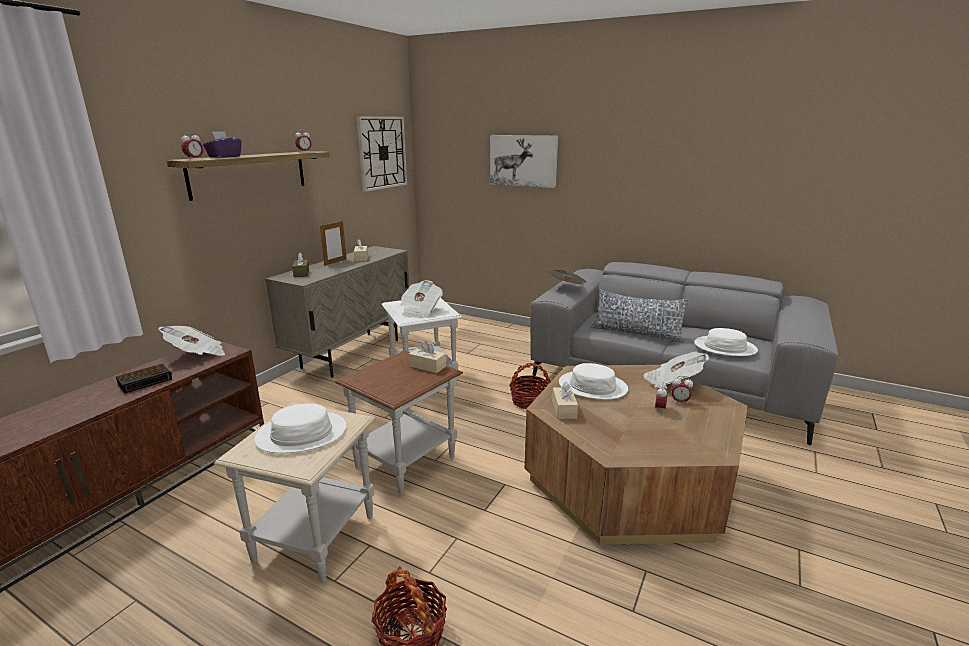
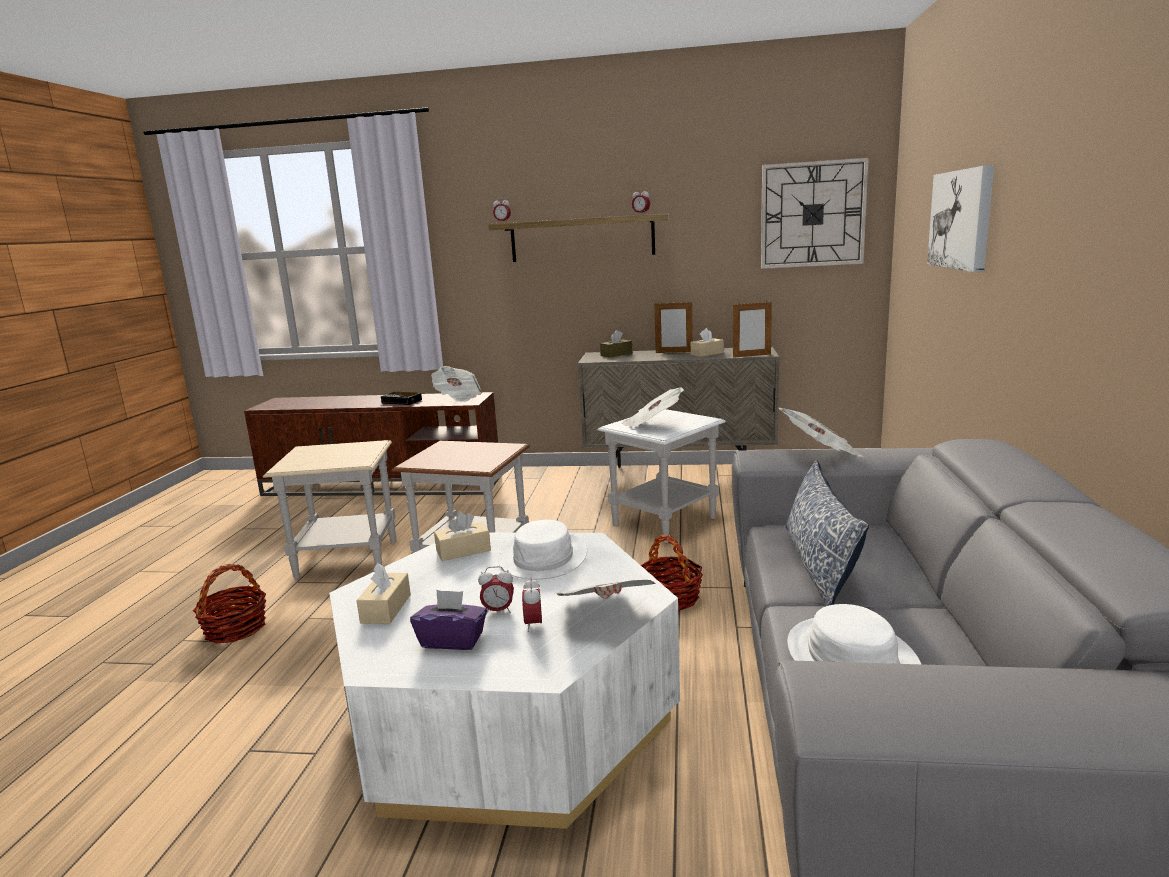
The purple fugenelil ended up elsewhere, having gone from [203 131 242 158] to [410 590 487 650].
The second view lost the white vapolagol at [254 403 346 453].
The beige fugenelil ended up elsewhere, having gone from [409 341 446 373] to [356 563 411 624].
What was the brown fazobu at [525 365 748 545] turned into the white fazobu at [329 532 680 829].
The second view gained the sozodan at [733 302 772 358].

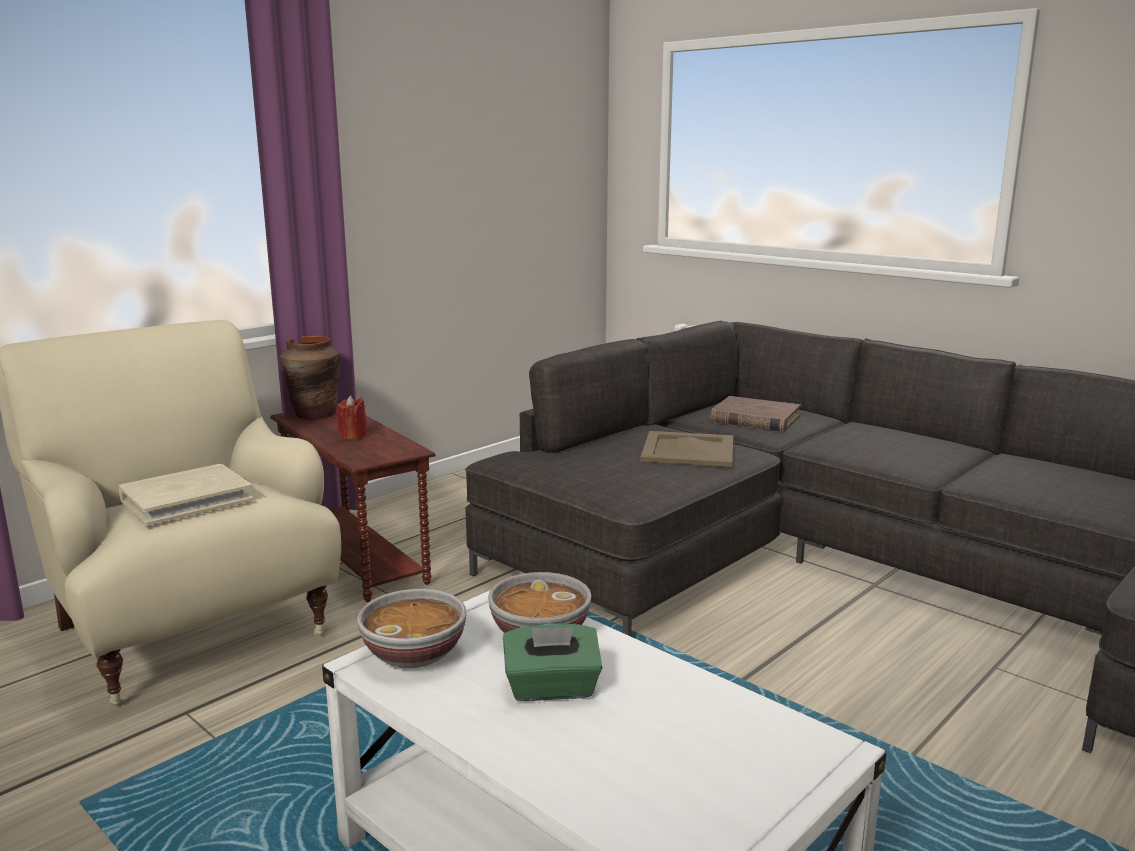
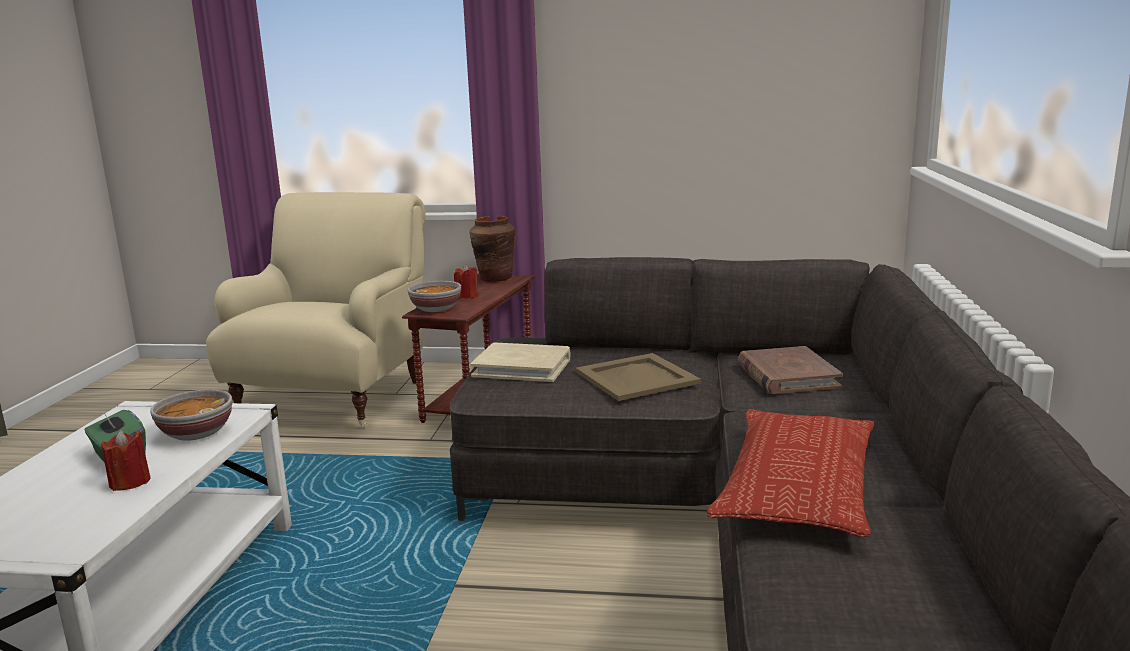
The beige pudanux ended up elsewhere, having gone from [119 464 253 526] to [470 342 571 382].
The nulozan ended up elsewhere, having gone from [357 589 466 668] to [407 281 461 312].
The second view gained the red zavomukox at [101 430 151 491].
The second view gained the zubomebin at [707 409 875 537].

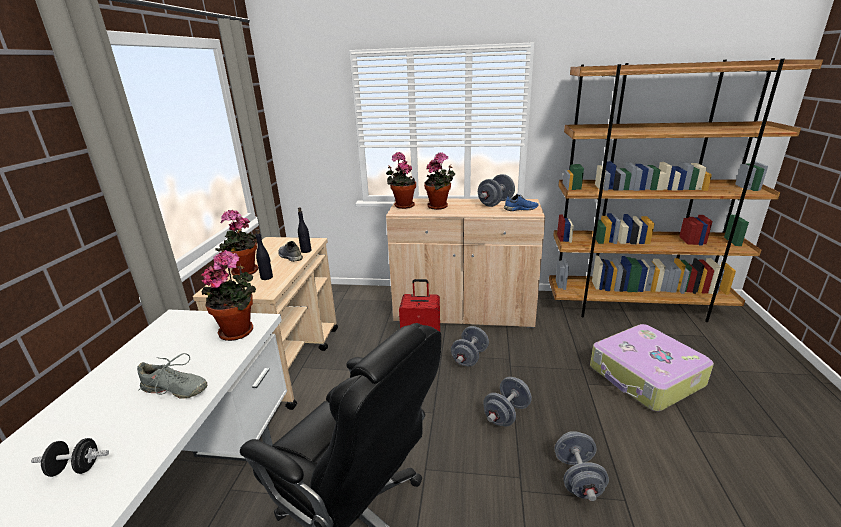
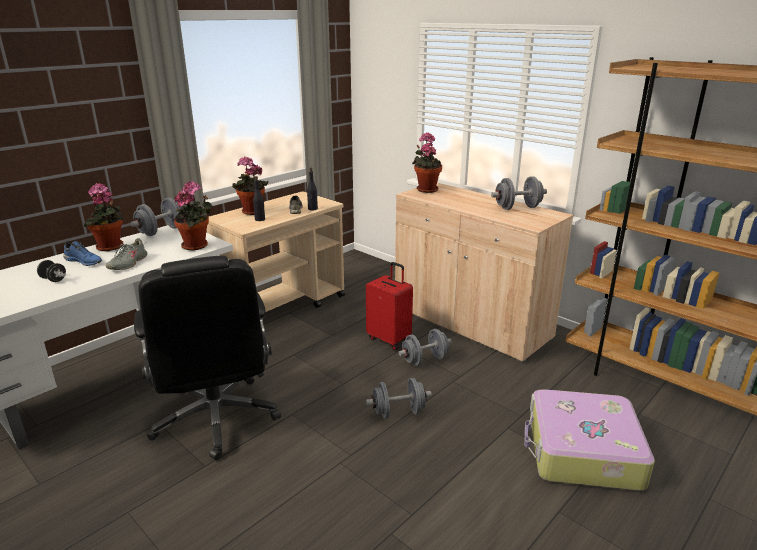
The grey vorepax at [137 353 207 399] ended up facing another way, 60 degrees clockwise from before.
The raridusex ended up elsewhere, having gone from [424 152 455 210] to [84 183 124 251].
The blue vorepax ended up elsewhere, having gone from [504 194 539 211] to [63 241 102 266].
The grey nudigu ended up elsewhere, having gone from [555 431 609 501] to [131 198 181 236].

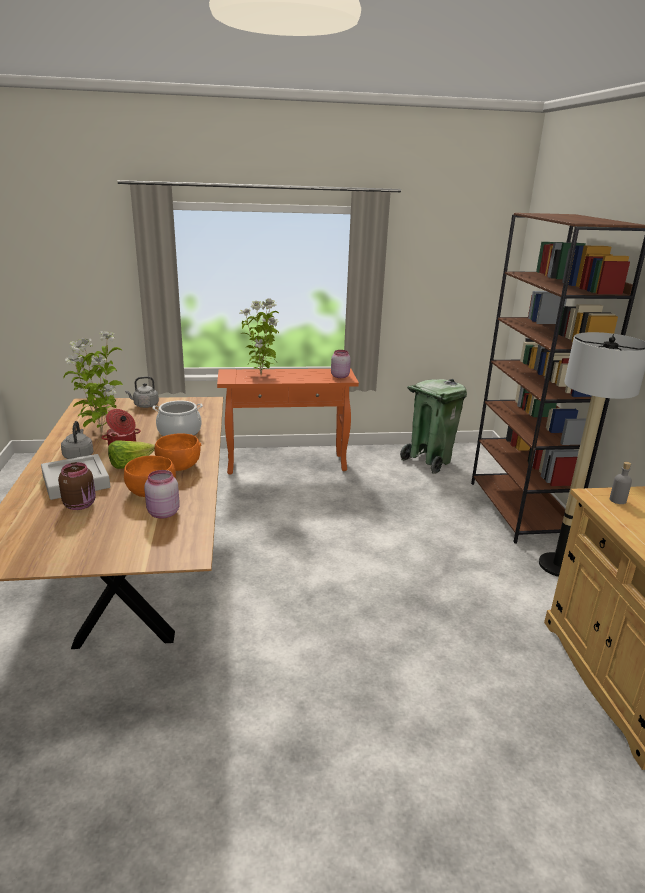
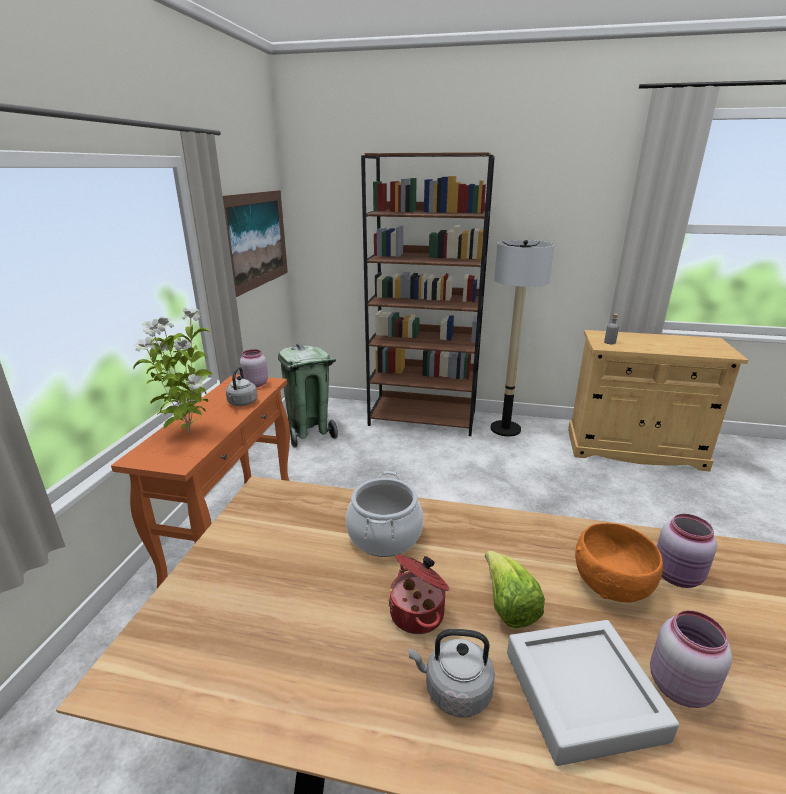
What was the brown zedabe at [58 462 96 510] turned into the pink zedabe at [650 610 732 708].
The second view lost the raridusex at [63 331 123 433].
The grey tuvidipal ended up elsewhere, having gone from [125 376 159 408] to [226 367 257 406].
The second view lost the orange nulozan at [154 433 201 471].
The second view gained the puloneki at [223 190 288 297].

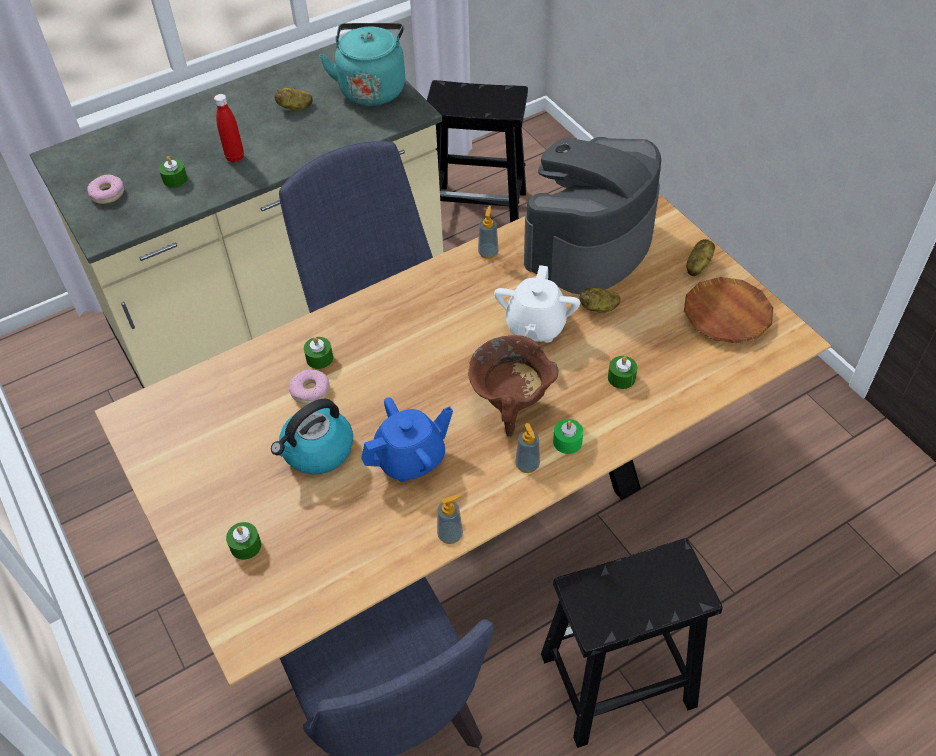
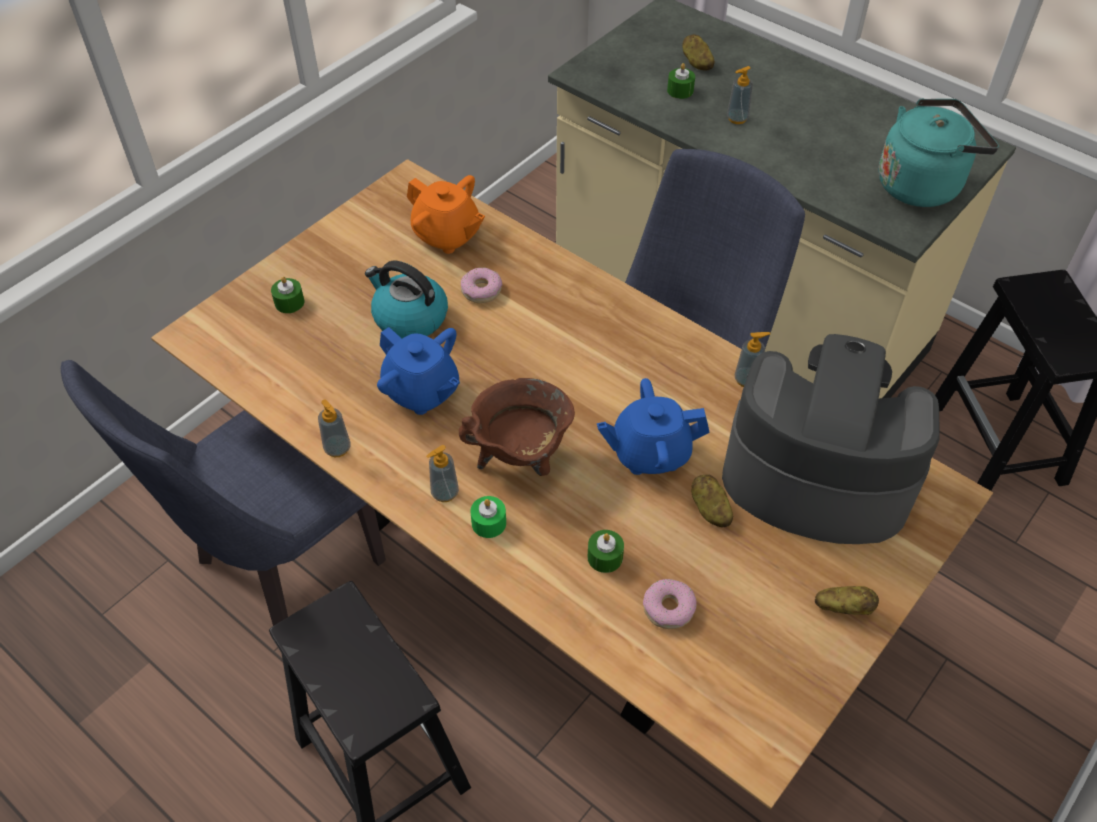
The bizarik ended up elsewhere, having gone from [87 175 124 204] to [643 579 697 629].
Where the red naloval stood at [214 94 244 163], the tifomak came to stand at [727 66 753 124].
The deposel ended up elsewhere, having gone from [274 88 313 111] to [682 34 715 71].
The second view lost the green zavomukox at [304 337 333 369].
What was the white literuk at [494 265 580 343] turned into the blue literuk at [597 378 710 475].
The second view lost the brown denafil at [684 277 773 344].
The second view gained the orange literuk at [407 175 485 254].

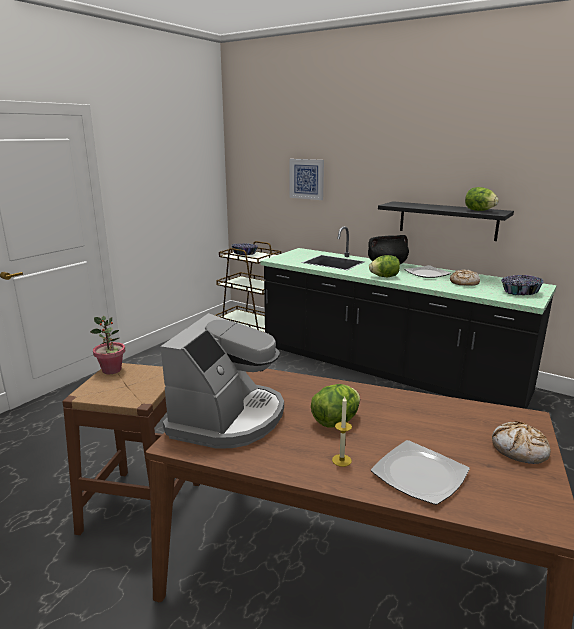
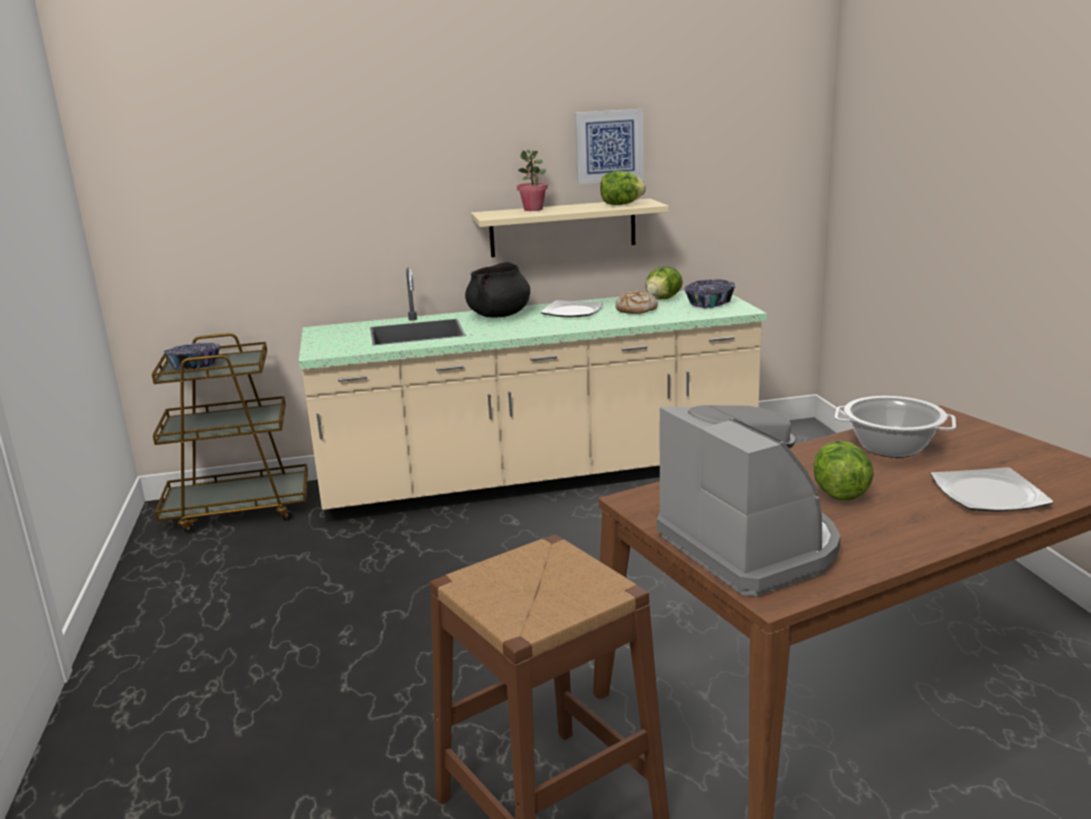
The raridusex ended up elsewhere, having gone from [90 316 125 374] to [517 149 548 211].
What was the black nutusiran at [260 226 557 409] turned into the beige nutusiran at [299 267 767 522].
The puloneki ended up elsewhere, having gone from [290 159 324 200] to [575 109 644 184].
The second view lost the zavomukox at [332 397 352 467].
The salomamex ended up elsewhere, having gone from [369 255 400 277] to [645 266 683 300].
What was the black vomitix at [378 201 514 241] turned into the beige vomitix at [471 199 669 257].
The second view lost the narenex at [492 421 551 464].
The second view gained the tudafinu at [834 396 956 458].

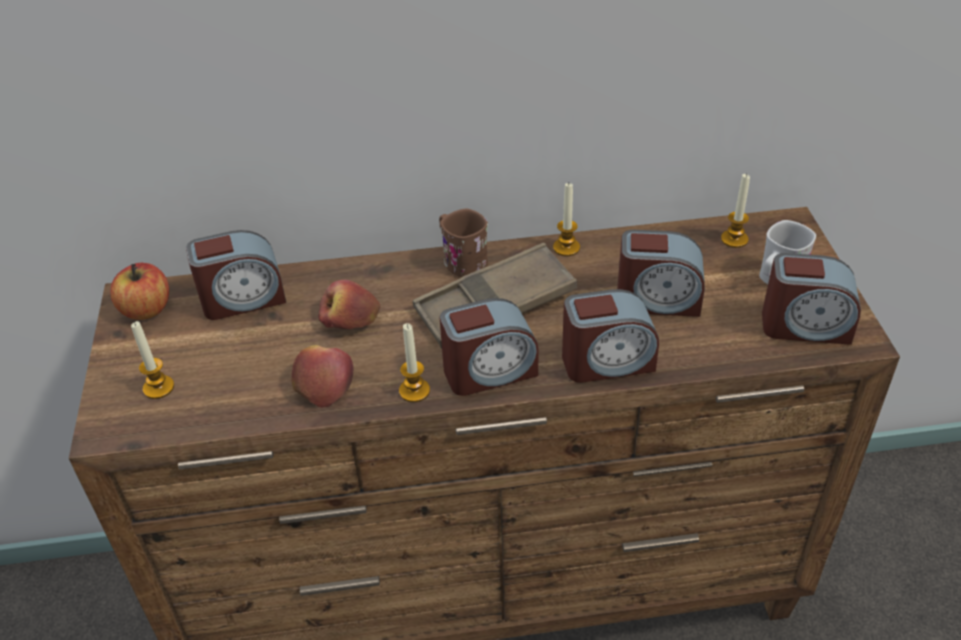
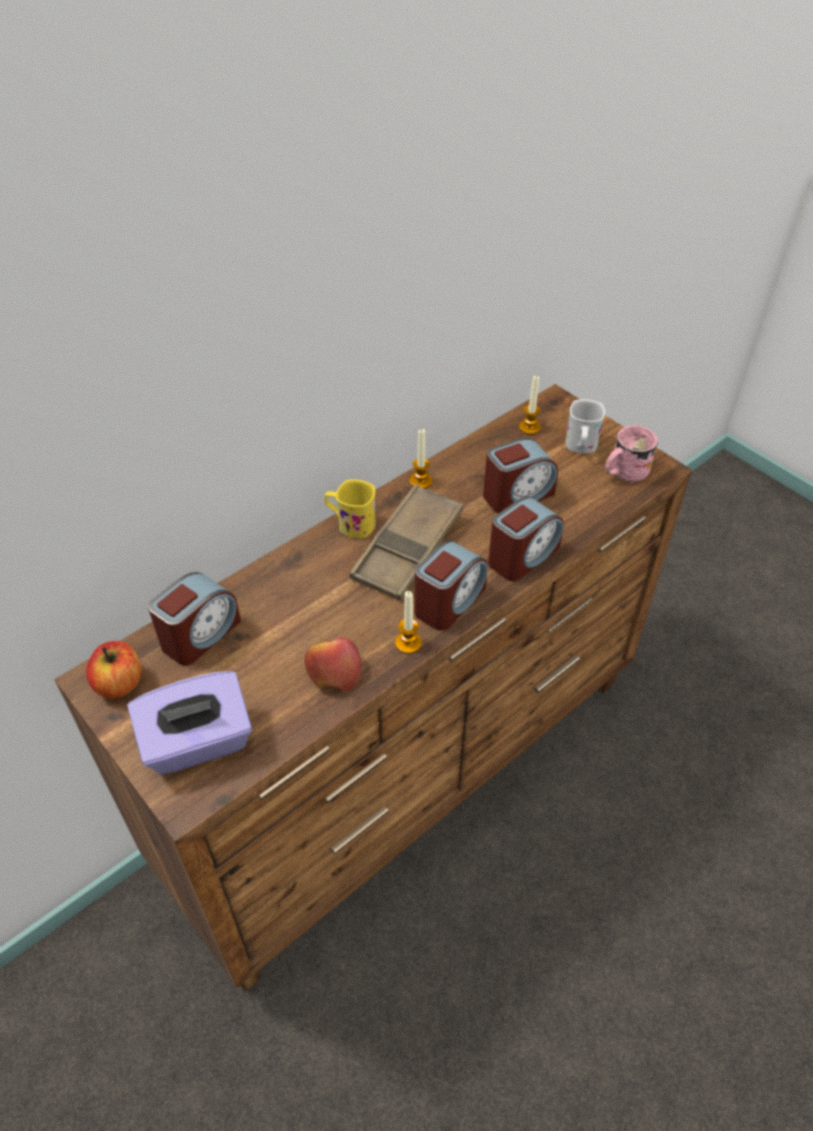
Where the zavomukox stood at [131 321 174 399], the purple fugenelil came to stand at [127 671 252 775].
The second view lost the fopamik at [318 280 380 329].
What was the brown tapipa at [439 209 488 277] turned into the yellow tapipa at [324 479 376 538].
Where the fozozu stood at [762 253 861 345], the pink tapipa came to stand at [605 425 658 484].

